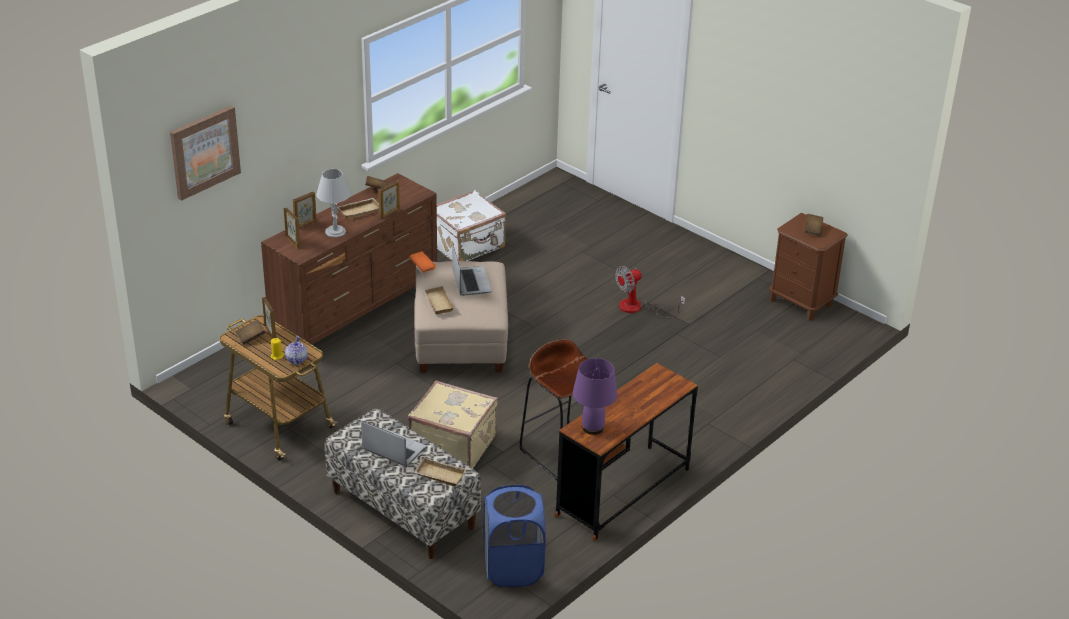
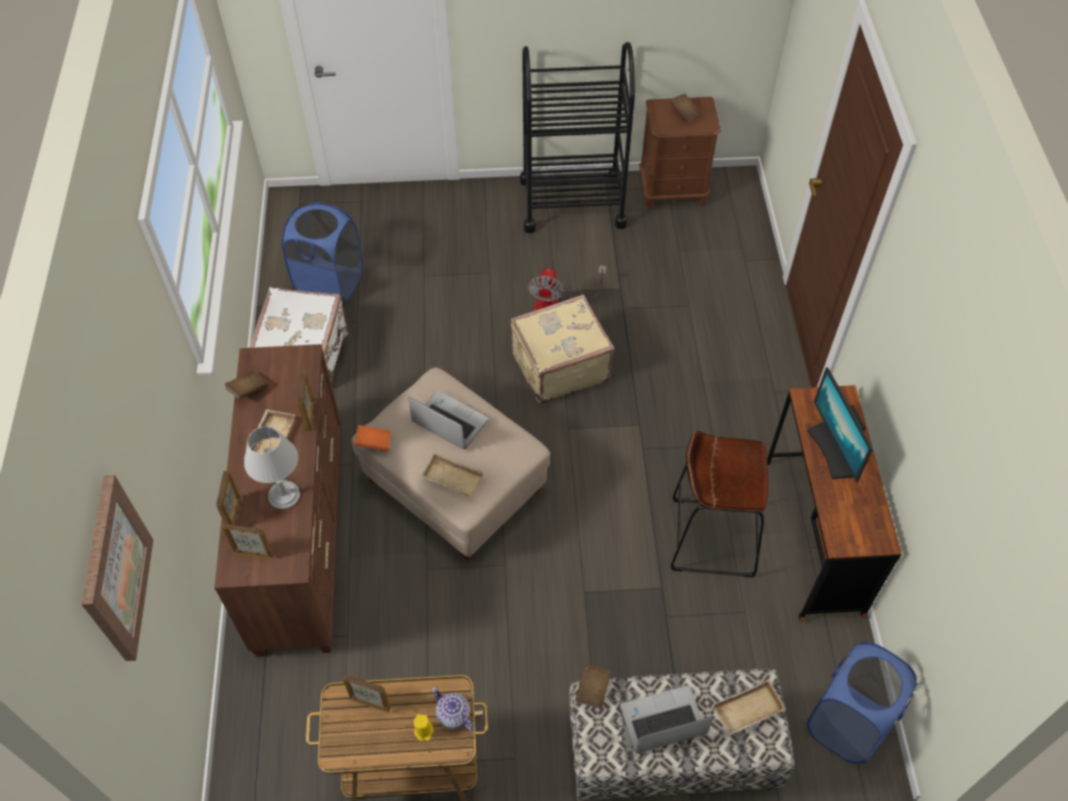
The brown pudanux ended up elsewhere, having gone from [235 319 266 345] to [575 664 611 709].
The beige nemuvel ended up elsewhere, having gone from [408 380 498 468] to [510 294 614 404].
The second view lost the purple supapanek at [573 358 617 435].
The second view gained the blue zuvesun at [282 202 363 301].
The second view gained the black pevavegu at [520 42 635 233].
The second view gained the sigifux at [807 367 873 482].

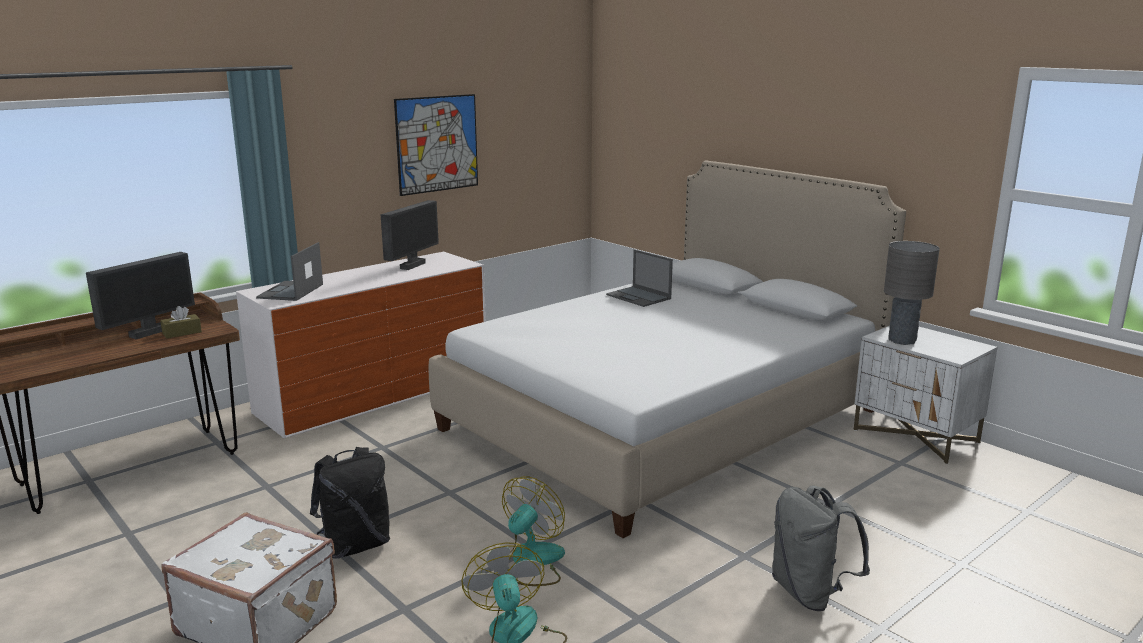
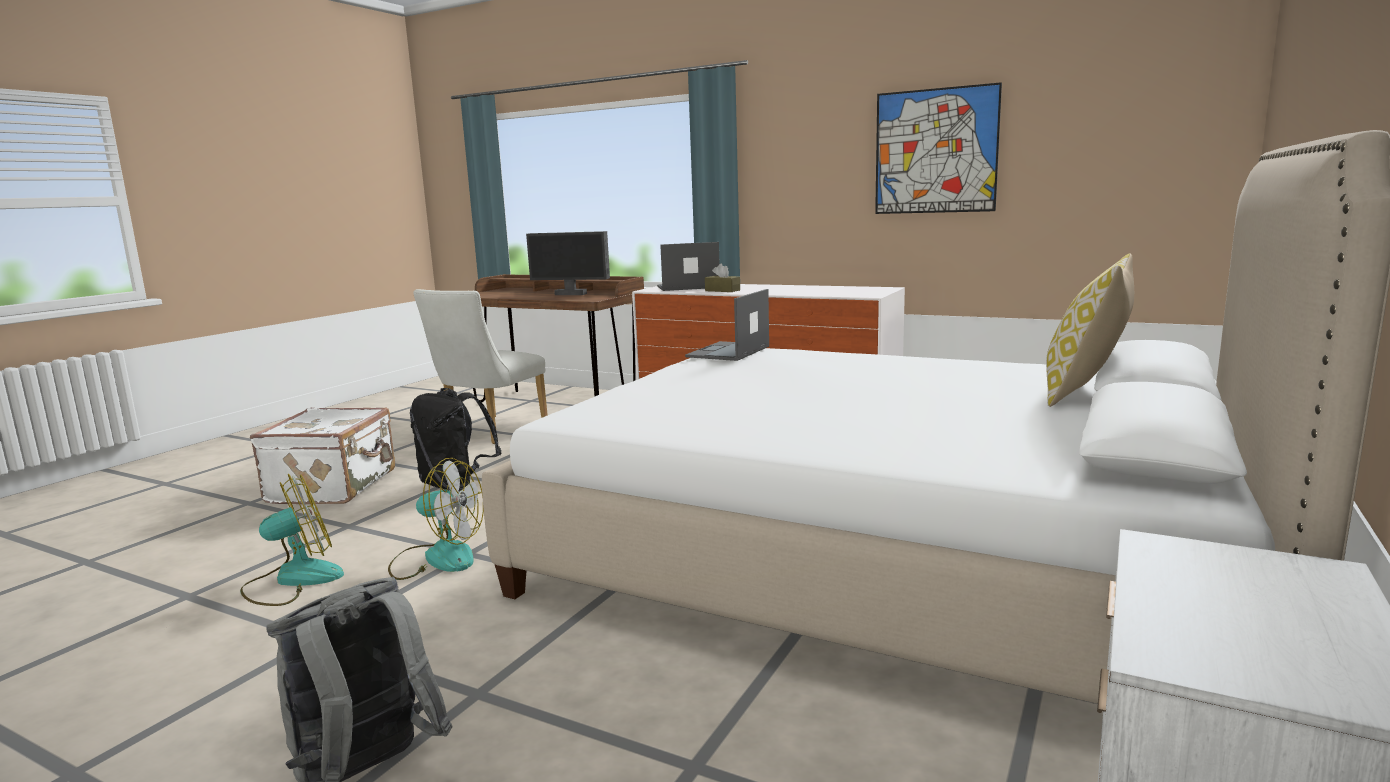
The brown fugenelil ended up elsewhere, having gone from [160 306 202 338] to [705 264 740 292].
The second view lost the sigifux at [380 200 439 270].
The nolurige ended up elsewhere, having gone from [606 249 673 307] to [685 289 769 361].
The second view lost the grey supapanek at [884 241 940 345].
The second view gained the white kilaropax at [413 289 548 444].
The second view gained the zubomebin at [1046 253 1134 407].

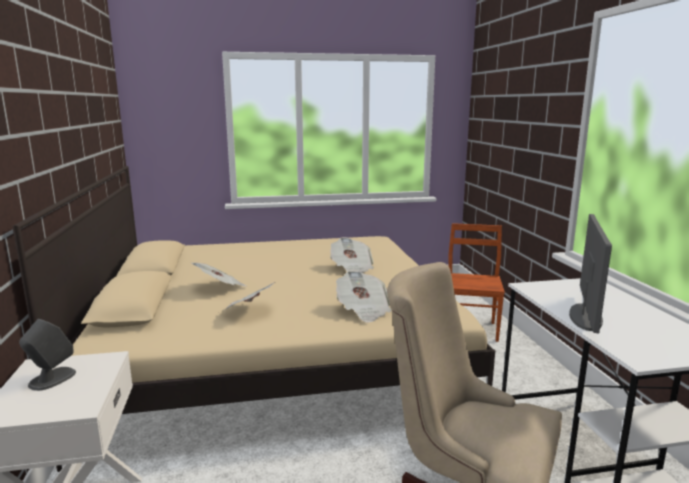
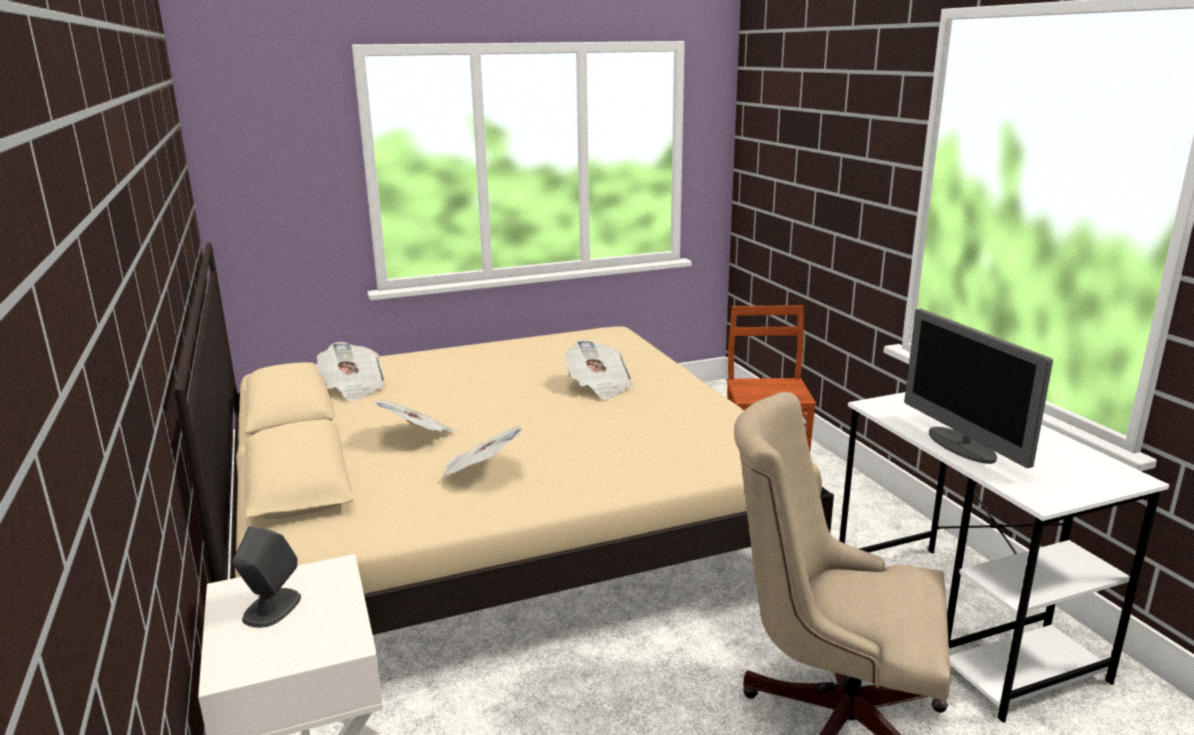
The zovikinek ended up elsewhere, having gone from [336 270 392 323] to [317 342 386 401].
The sigifux at [569 214 612 333] ended up facing another way, 150 degrees clockwise from before.

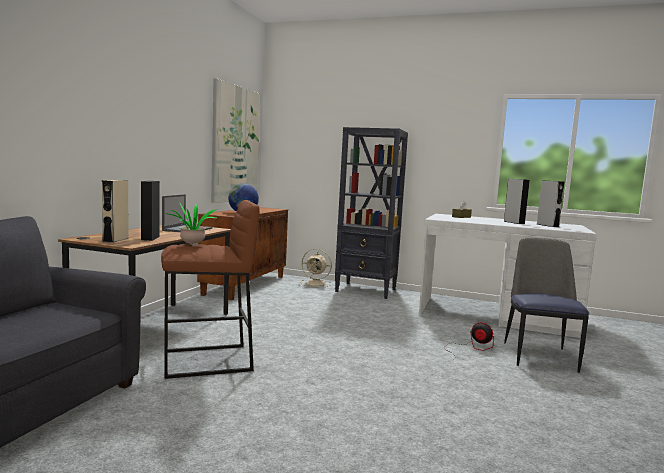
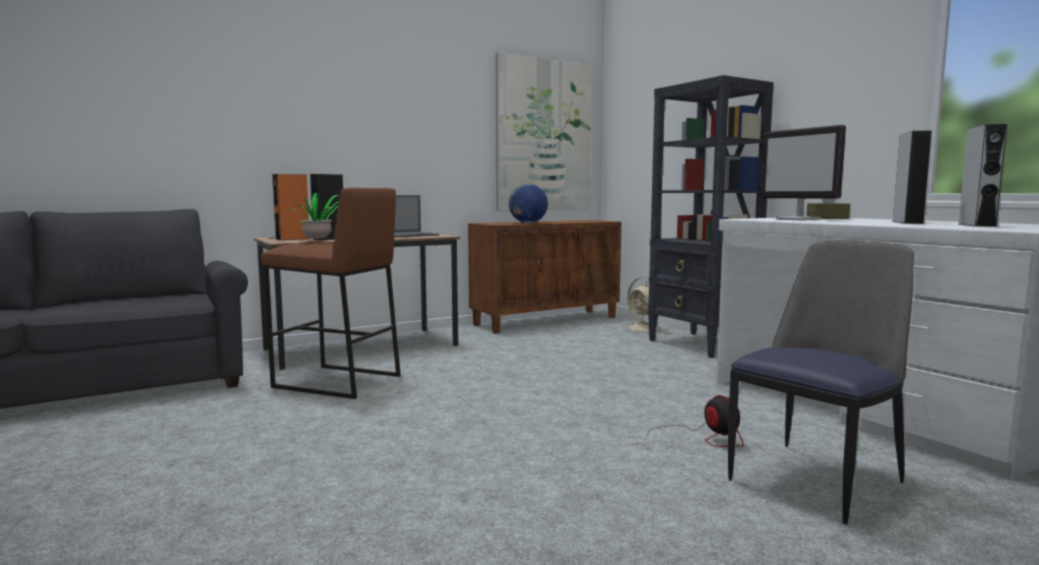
What was the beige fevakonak at [102 180 129 243] turned into the orange fevakonak at [272 174 310 240].
The second view gained the sigifux at [761 125 846 221].

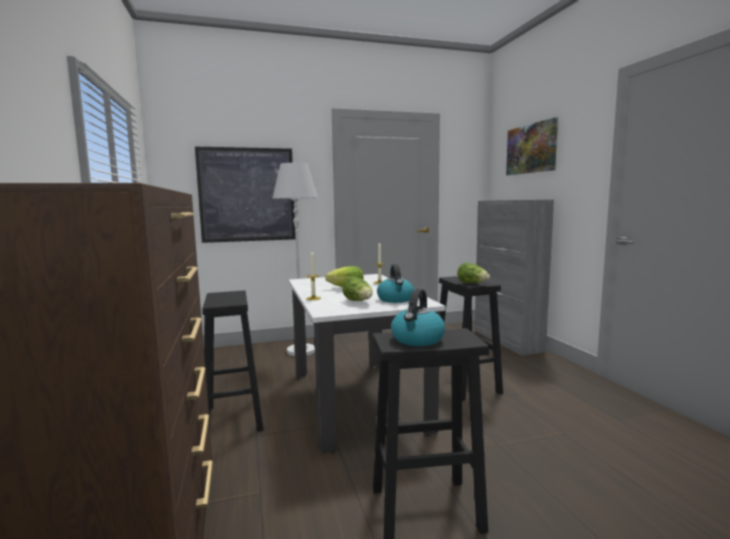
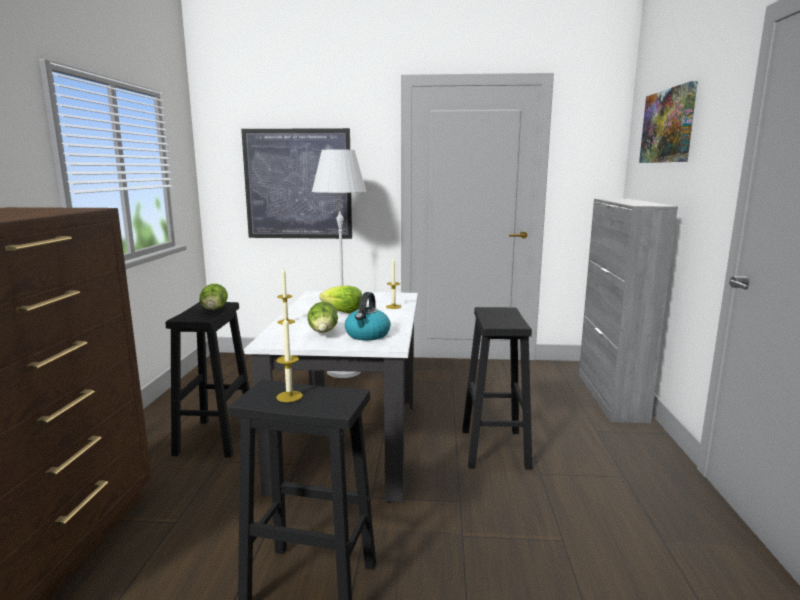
Where the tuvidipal stood at [391 289 445 346], the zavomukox came to stand at [276 315 303 402].
The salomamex ended up elsewhere, having gone from [457 263 490 283] to [199 284 228 310].

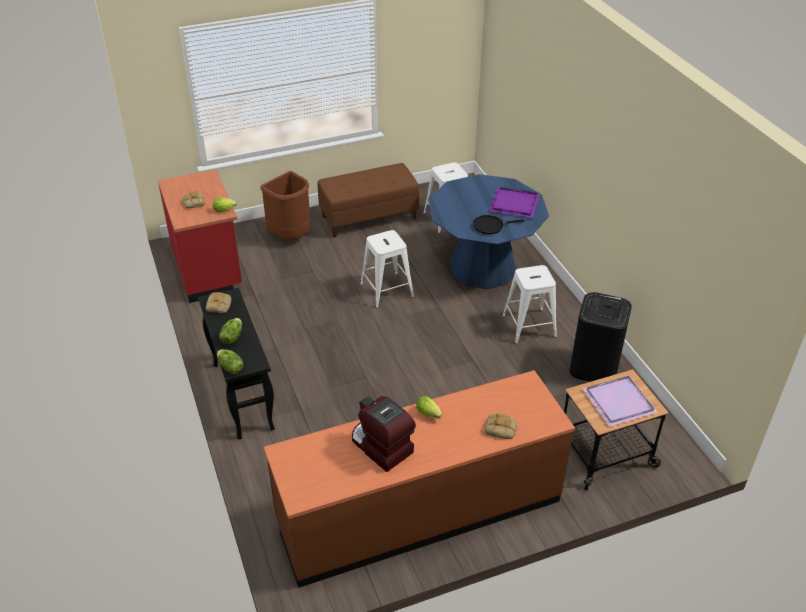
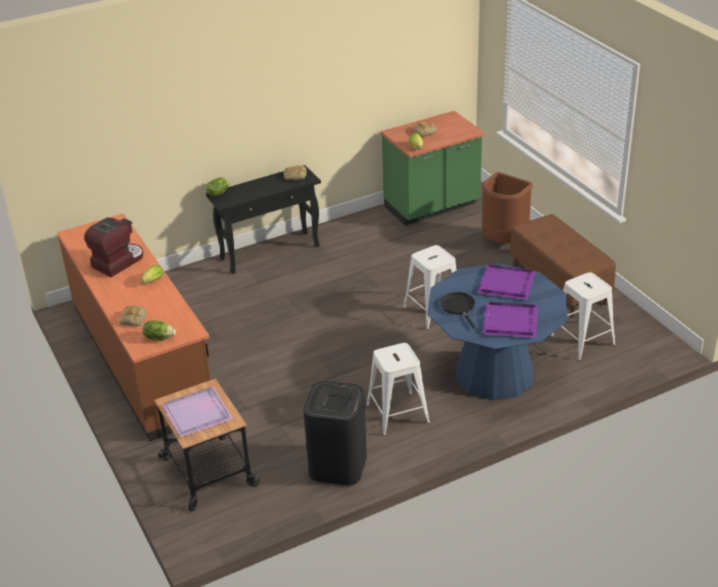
What was the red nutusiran at [158 169 242 303] turned into the green nutusiran at [381 111 485 225].
The salomamex ended up elsewhere, having gone from [219 318 242 344] to [142 320 176 340].
The second view gained the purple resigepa at [477 264 536 300].

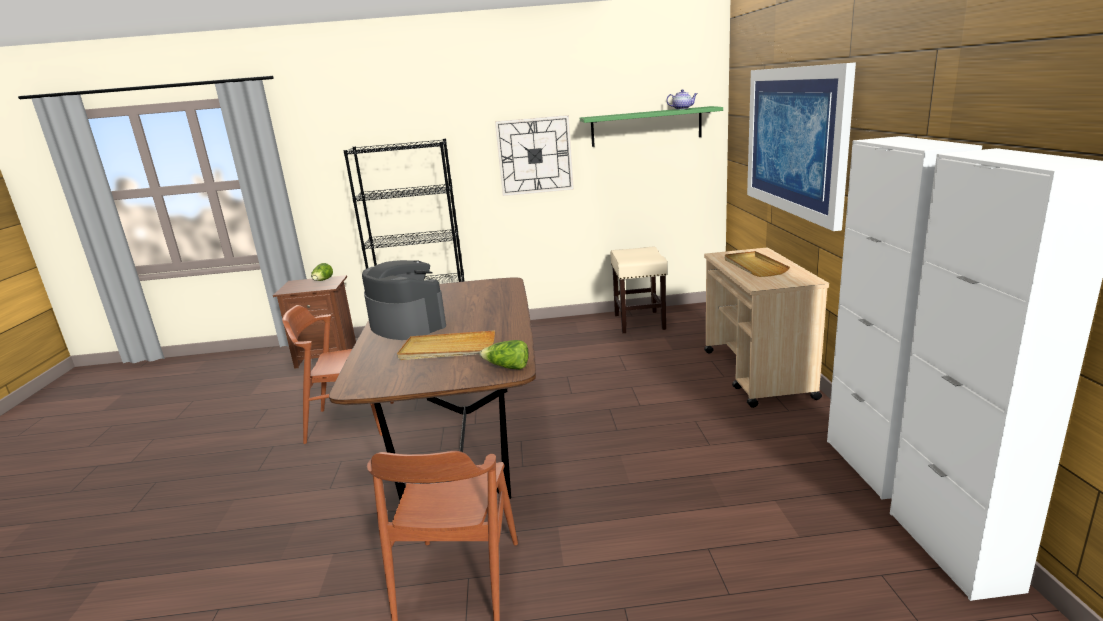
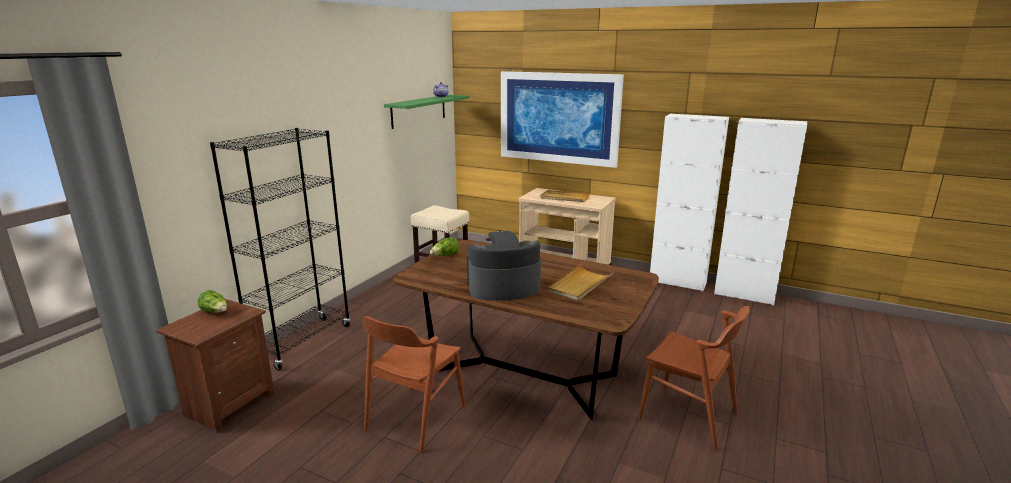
The salomamex ended up elsewhere, having gone from [480 340 529 369] to [430 237 459 256].
The second view lost the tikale at [495 115 574 196].

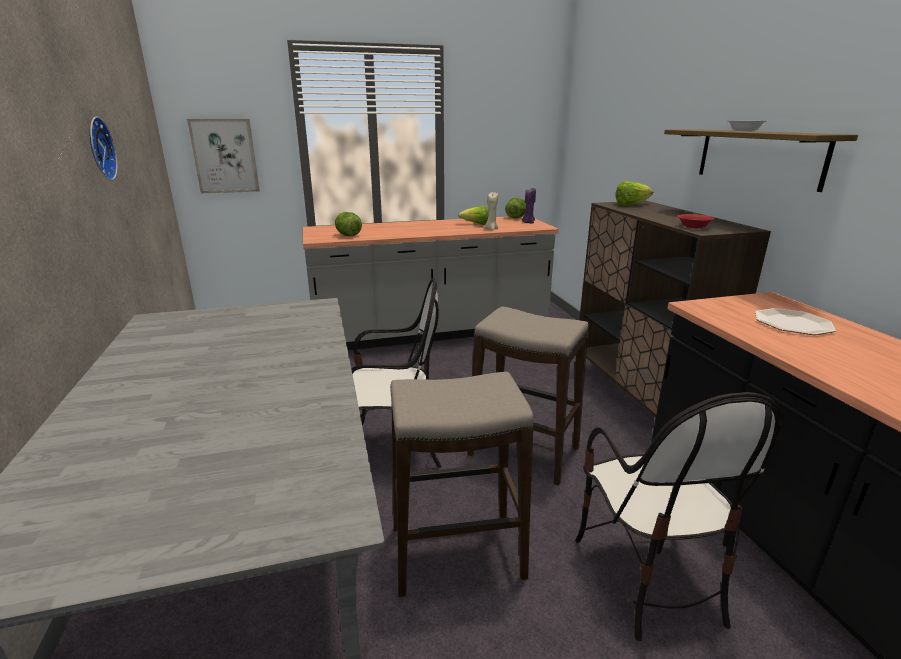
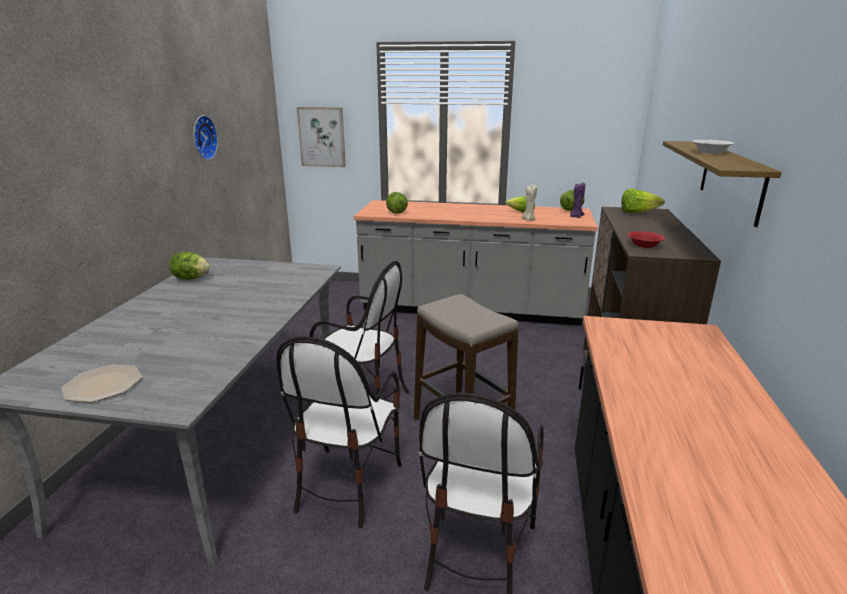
Where the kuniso stood at [390 372 534 597], the kilaropax came to stand at [276 336 402 528].
The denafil ended up elsewhere, having gone from [755 308 836 335] to [61 365 142 403].
The second view gained the salomamex at [169 252 210 280].

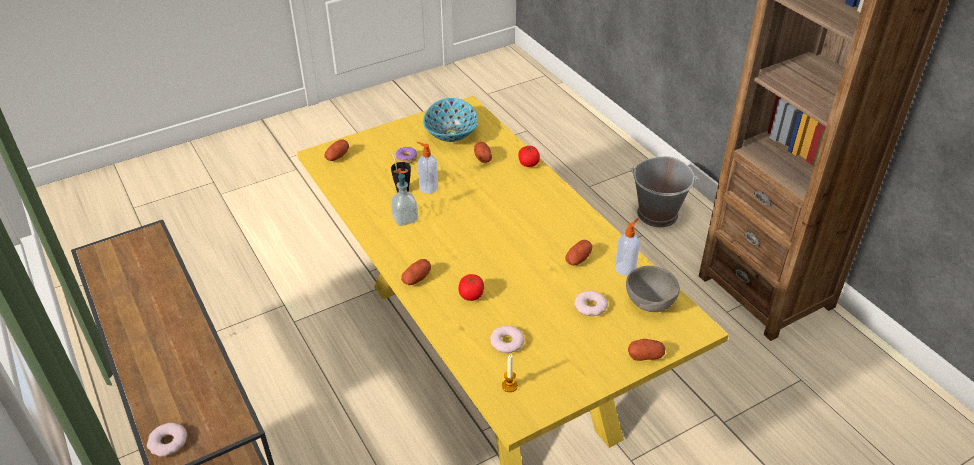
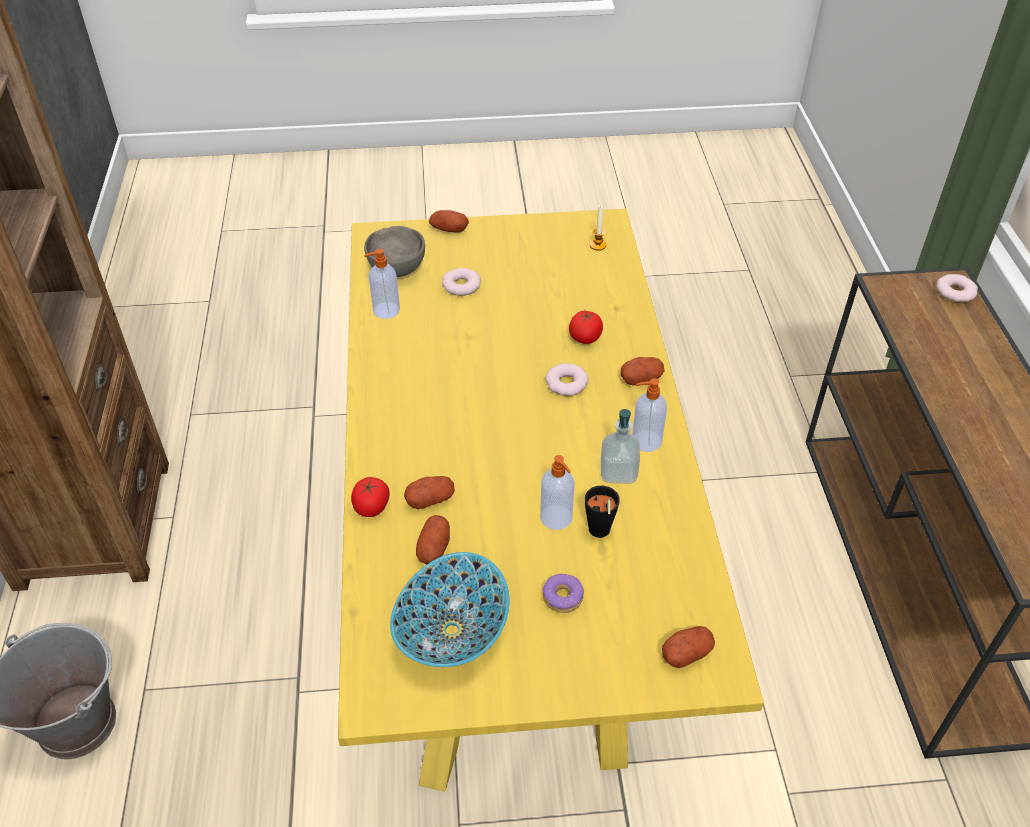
The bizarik ended up elsewhere, having gone from [490 326 525 353] to [545 363 589 396].
The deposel ended up elsewhere, having gone from [565 240 592 265] to [404 476 455 509].
The second view gained the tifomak at [632 378 667 452].

